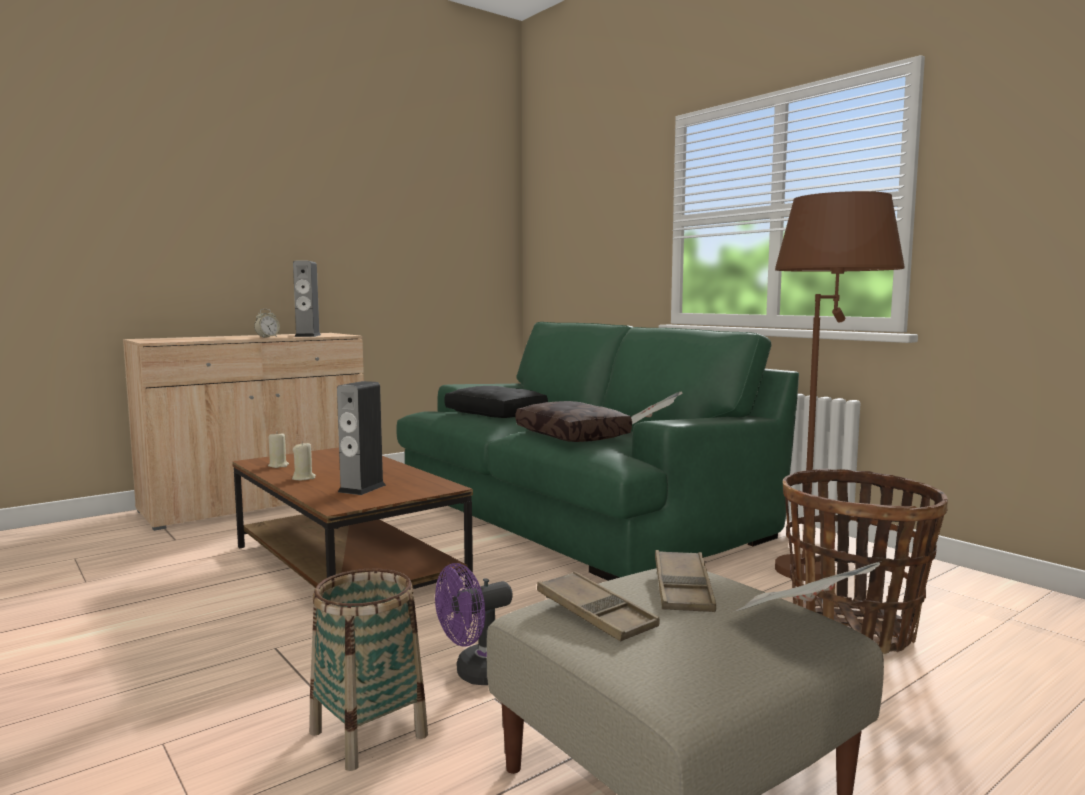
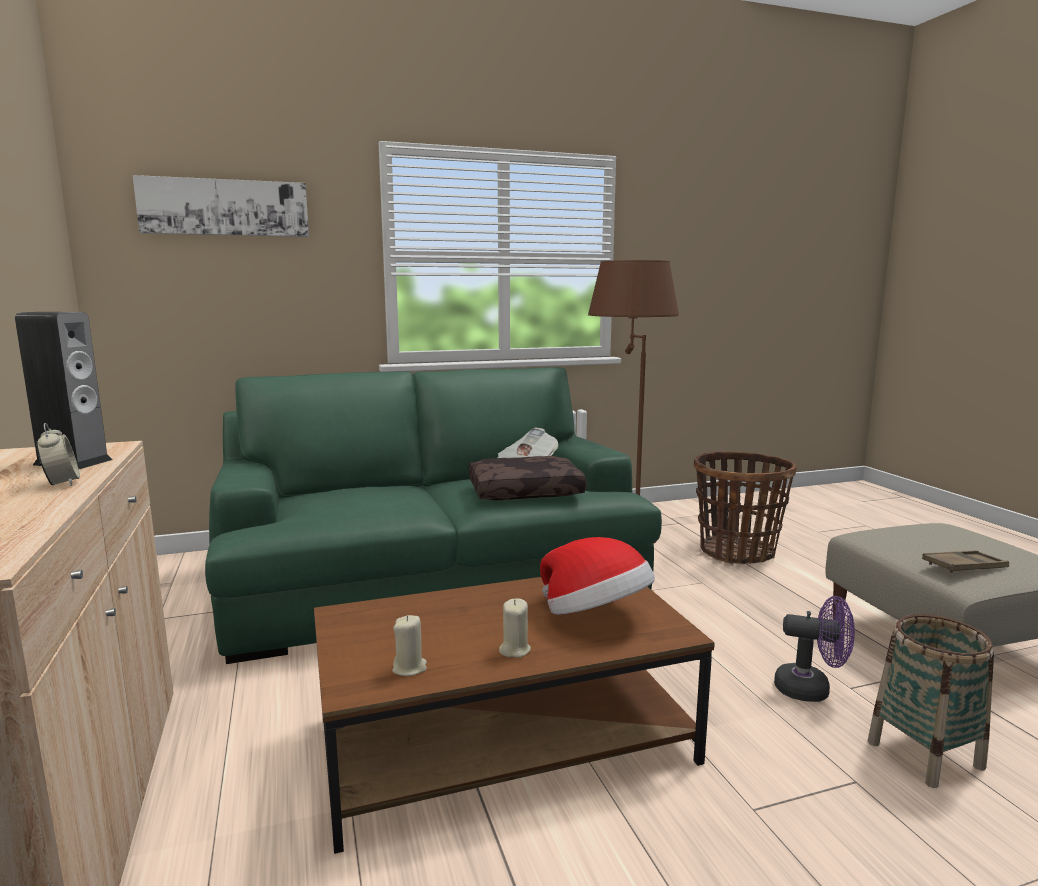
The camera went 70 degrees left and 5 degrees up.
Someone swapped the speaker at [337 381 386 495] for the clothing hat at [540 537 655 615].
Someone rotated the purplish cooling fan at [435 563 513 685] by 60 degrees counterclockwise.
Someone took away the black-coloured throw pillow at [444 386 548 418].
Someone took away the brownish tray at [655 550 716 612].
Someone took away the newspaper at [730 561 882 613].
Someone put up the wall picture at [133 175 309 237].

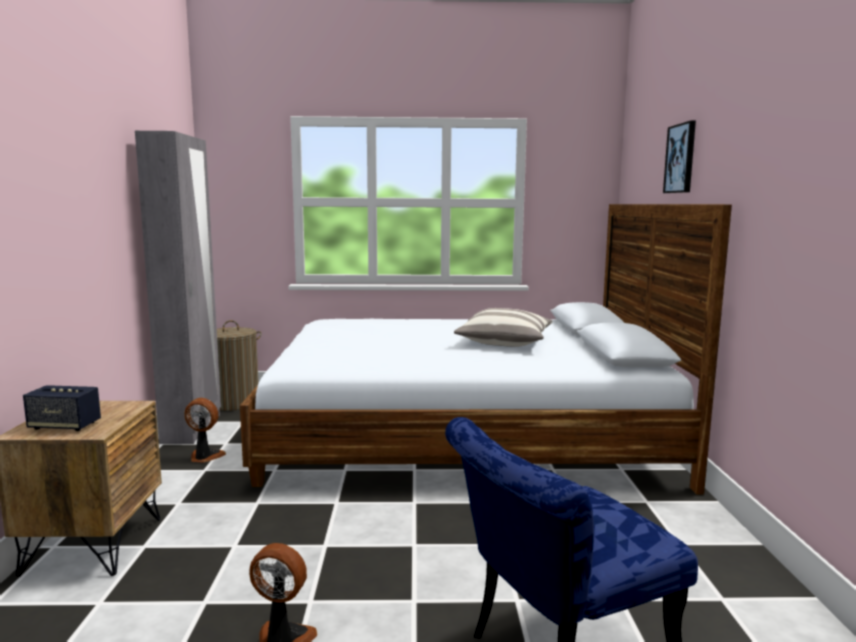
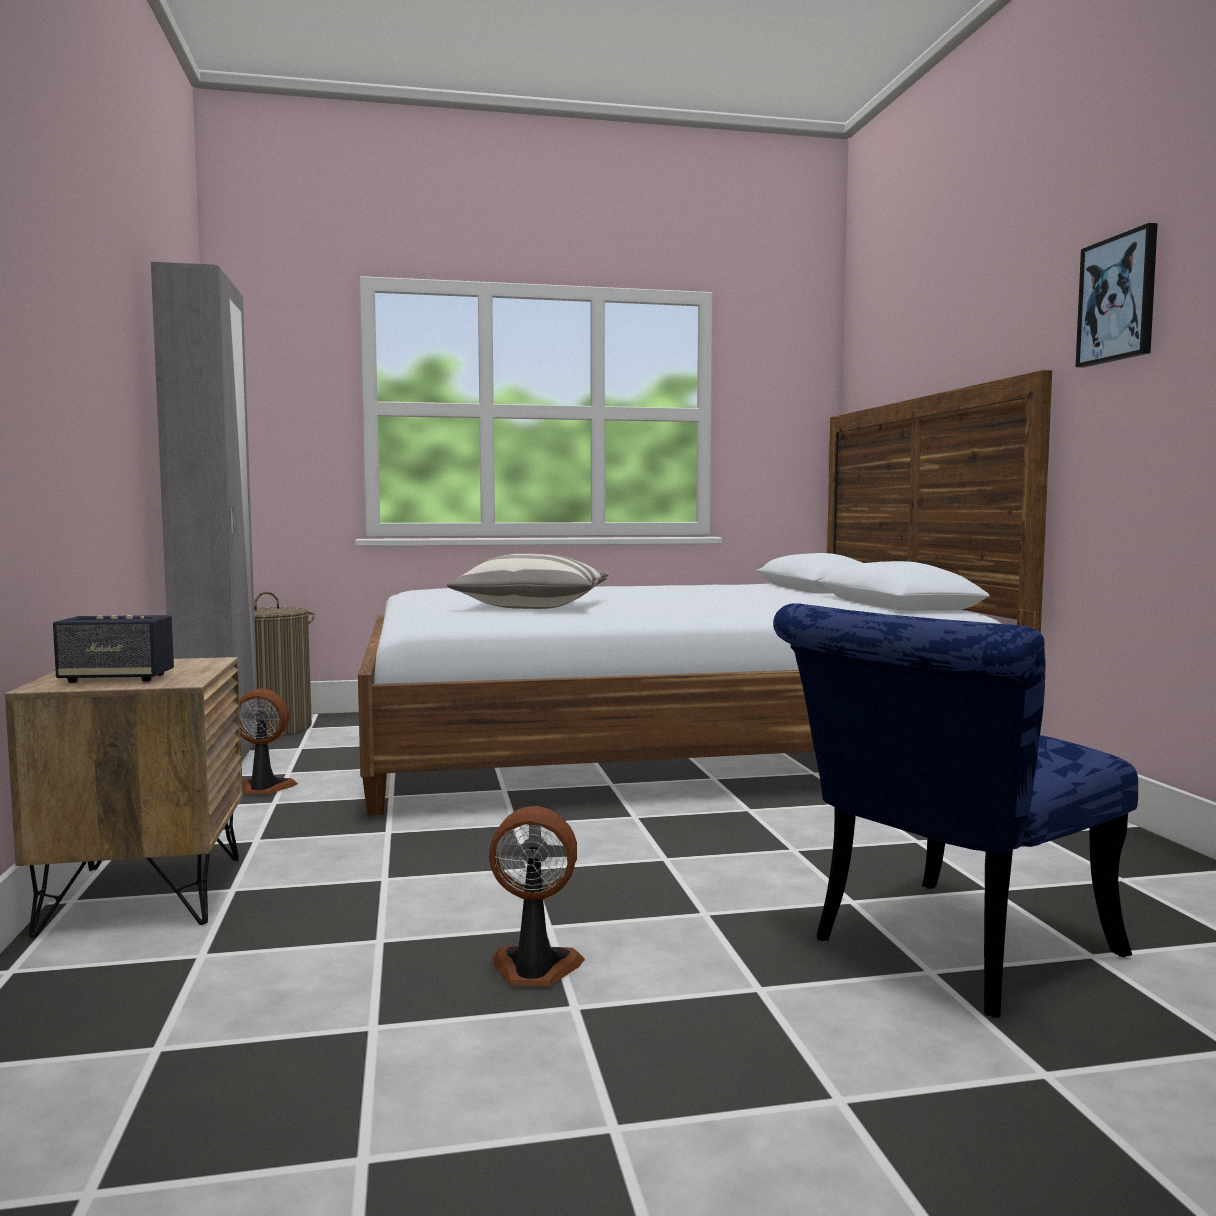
The camera went 10 degrees left and 5 degrees down.
Someone carried the throw pillow from [454 308 553 347] to [447 554 609 609].
Someone carried the wall picture from [663 121 696 193] to [1076 223 1158 367].

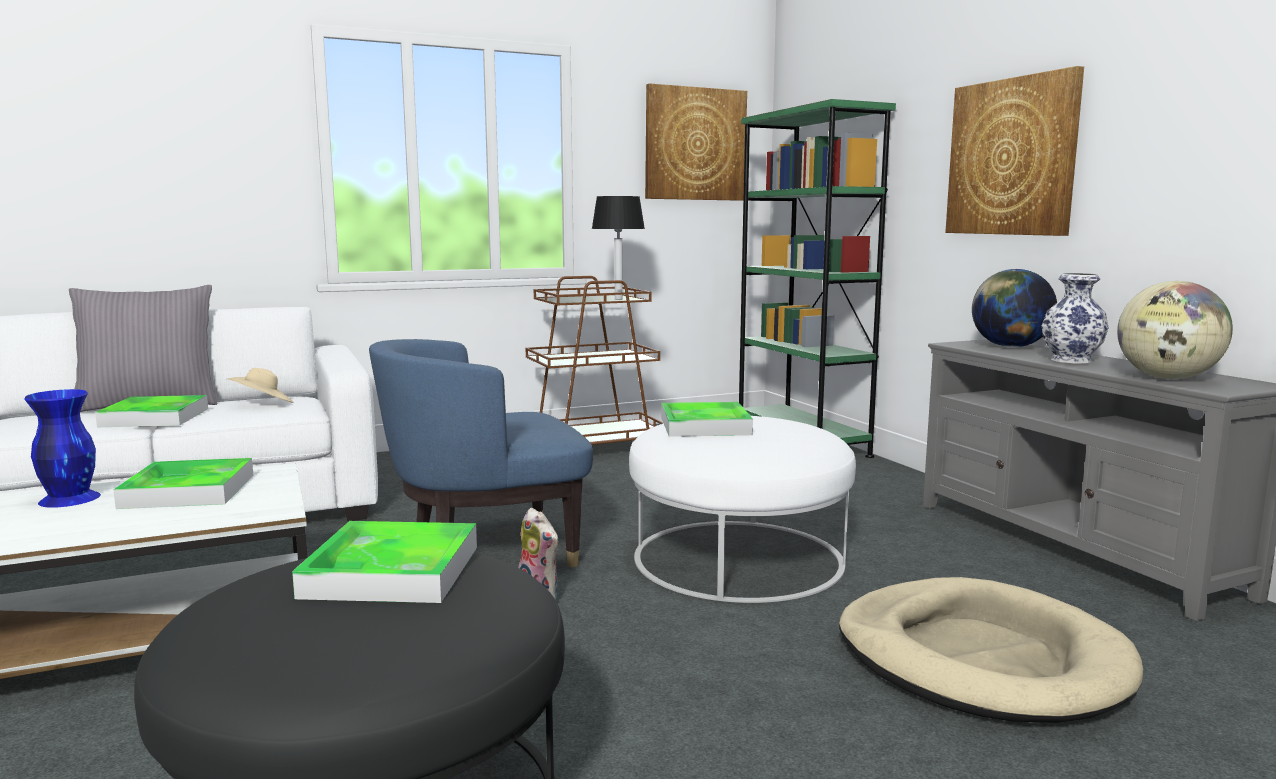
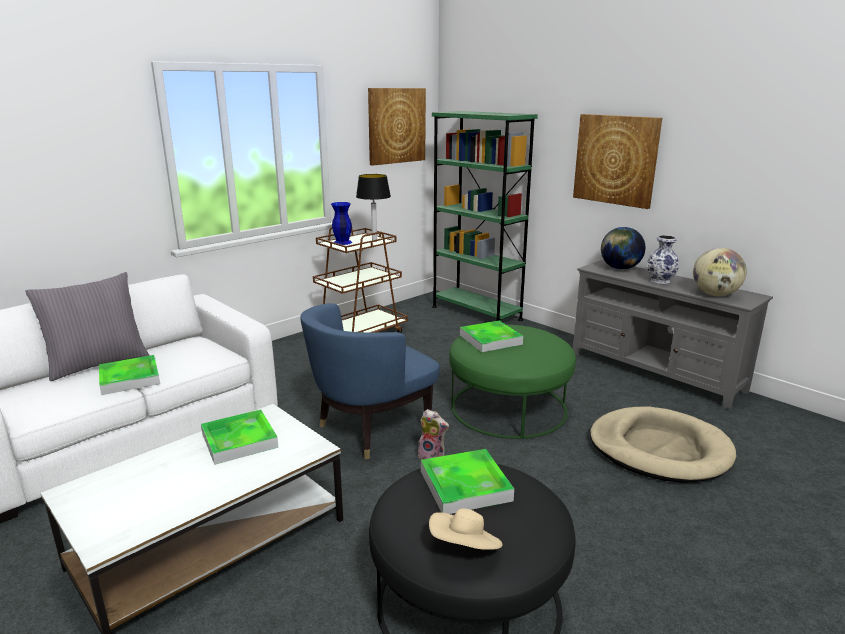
The camera went 20 degrees left and 10 degrees up.
Someone carried the bluish vase from [24 389 101 508] to [331 202 352 245].
Someone carried the sand-coloured clothing hat from [228 368 294 403] to [429 508 503 550].
Someone repainted the whitish footrest at [629 416 856 603], which became the green-coloured footrest at [449 325 576 439].

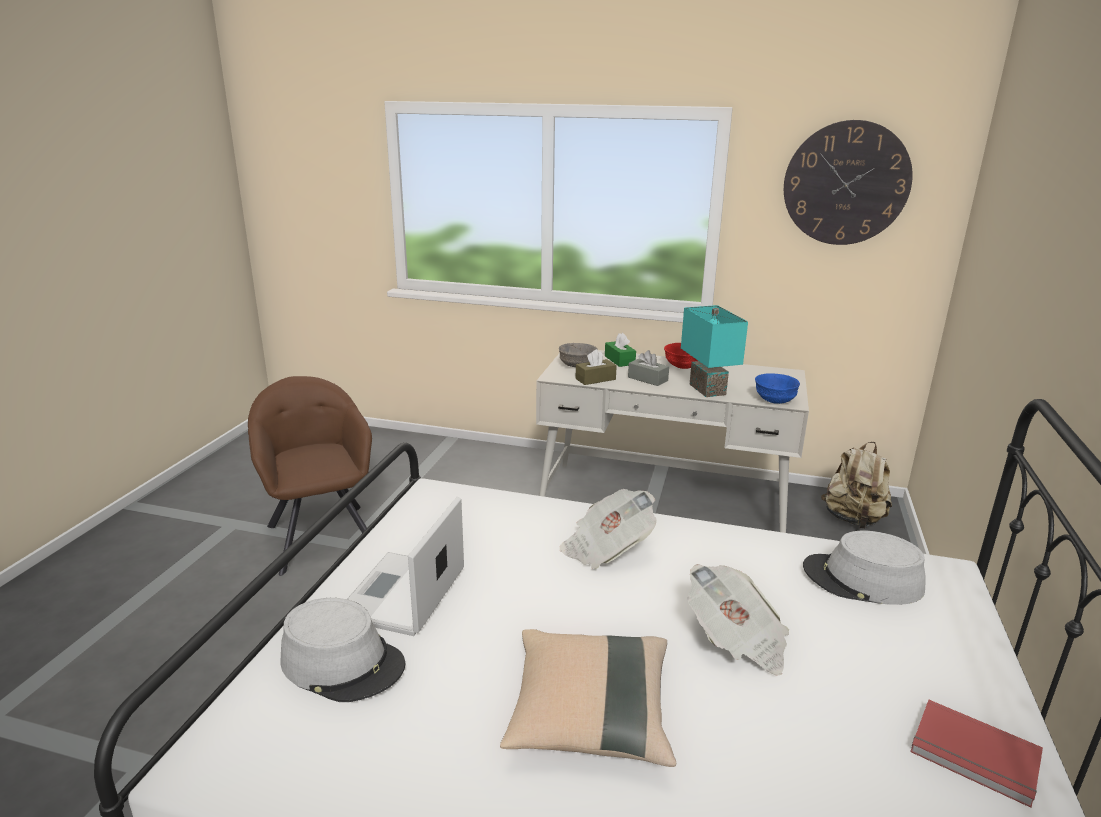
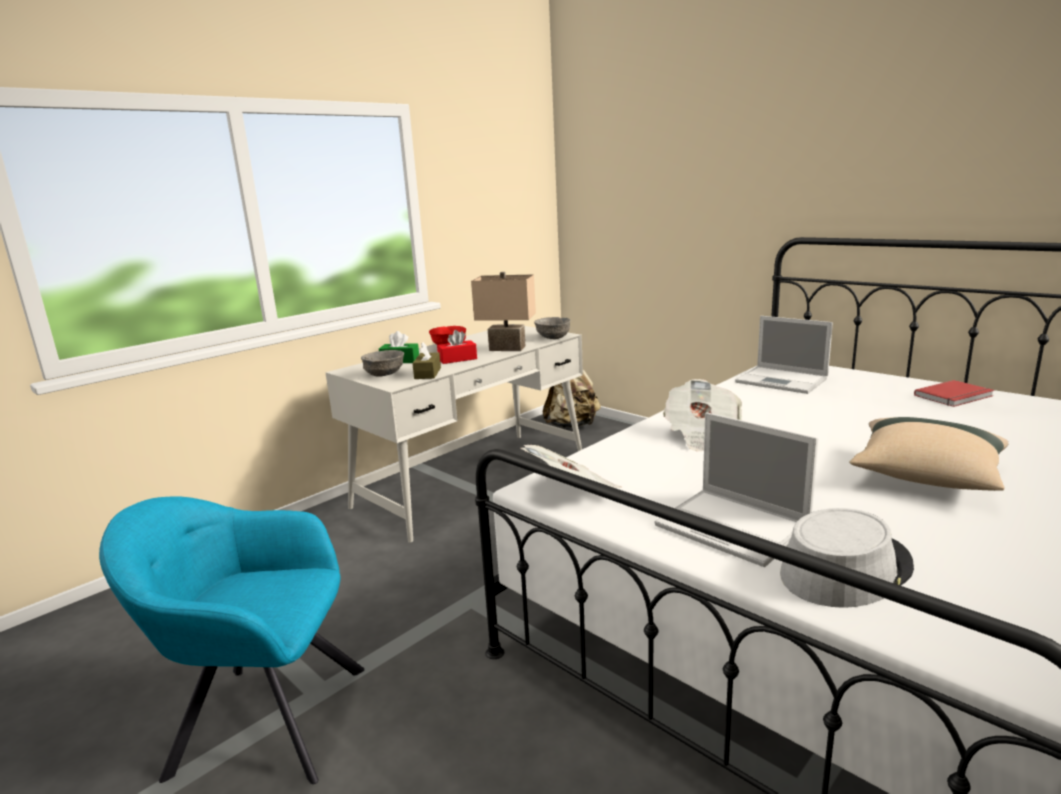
The camera went 60 degrees left and 5 degrees down.
Someone repainted the brownish lounge chair at [248 376 372 576], which became the turquoise-coloured lounge chair at [99 496 365 784].
Someone repainted the greyish box of tissues at [628 350 669 386], which became the red box of tissues at [437 330 477 364].
Someone repainted the turquoise-coloured lamp for a table at [681 305 748 397], which became the sand-coloured lamp for a table at [471 272 536 351].
Someone carried the newspaper from [687 564 789 676] to [520 445 622 488].
Someone repainted the bluish bowl at [755 373 800 404], which became the greyish bowl at [534 317 570 339].
Someone took away the clock on the wall at [784 120 913 245].
Someone swapped the greyish clothing hat at [803 531 925 605] for the notebook computer at [735 316 833 394].

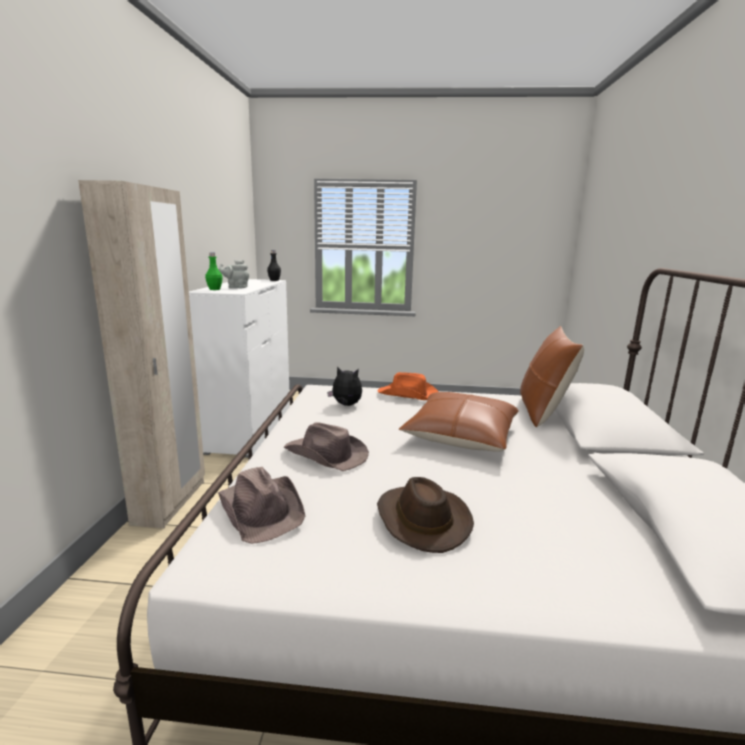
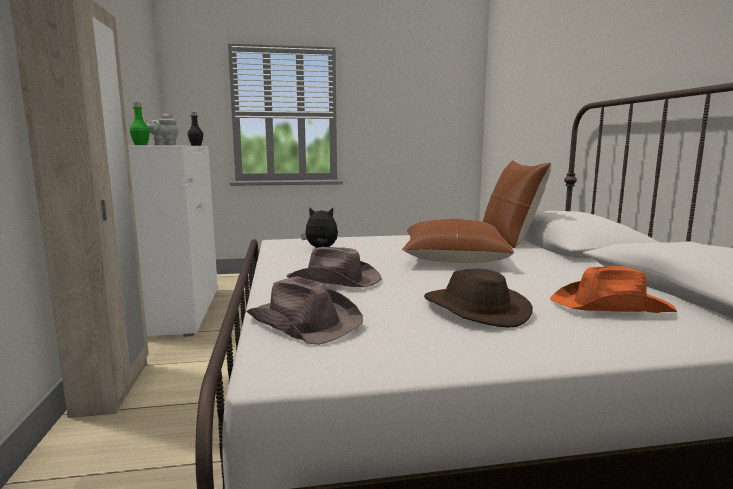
The camera went 15 degrees left and 5 degrees down.
Someone carried the orangey clothing hat from [377 372 439 400] to [550 266 677 313].

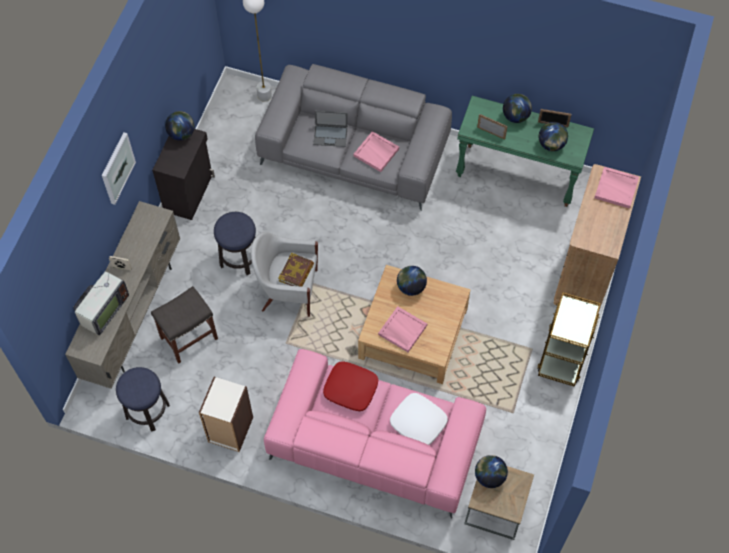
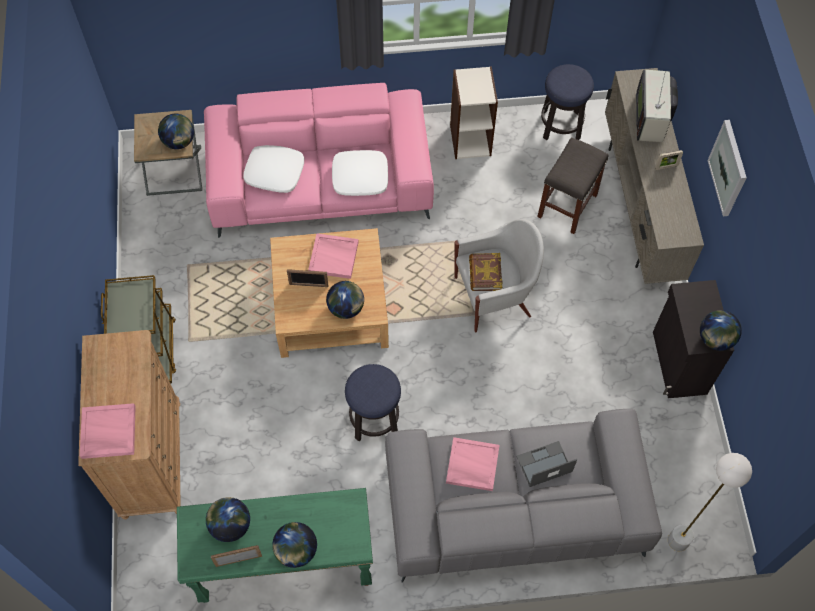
The camera went 155 degrees right and 0 degrees up.
Someone carried the sitting stool from [214 212 256 275] to [345 364 401 442].
Someone repainted the red throw pillow at [323 361 378 411], which became the whitish throw pillow at [332 150 388 196].
Someone carried the standing frame from [477 114 508 140] to [287 269 328 287].

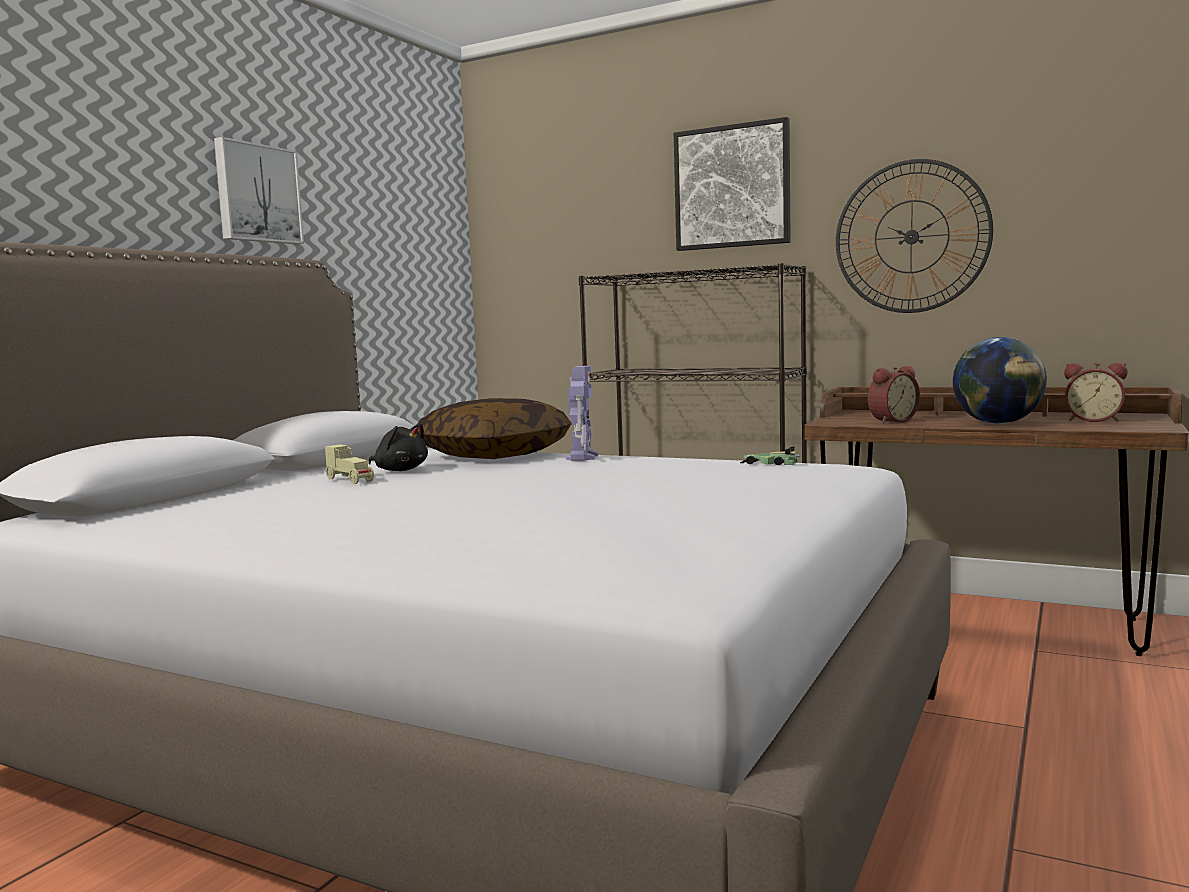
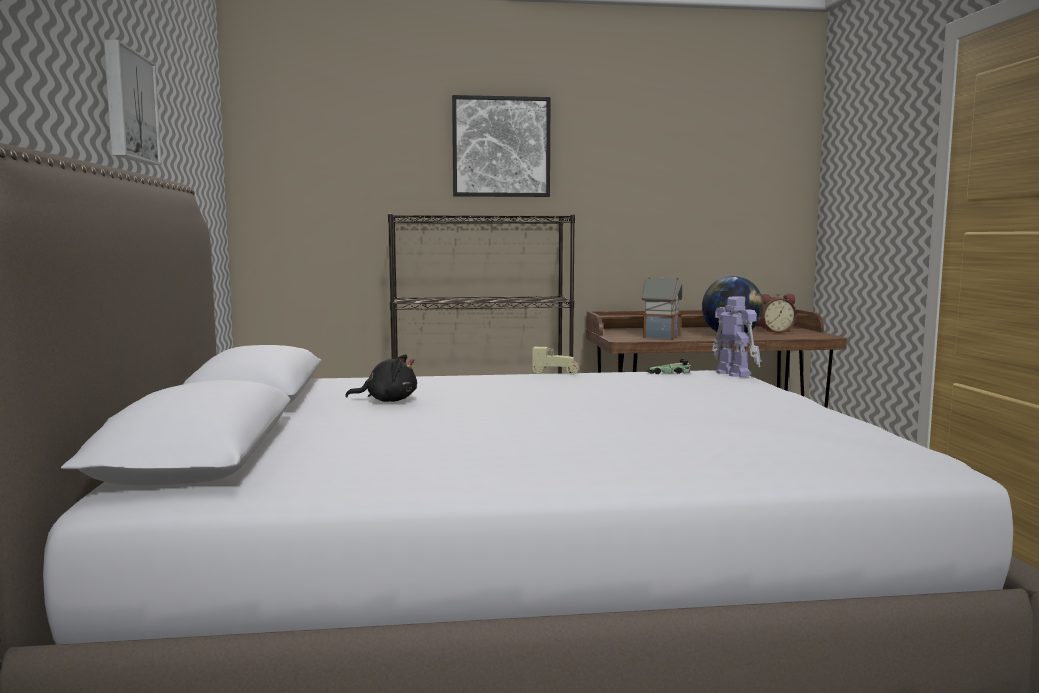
The camera went 35 degrees left and 0 degrees up.
Someone carried the sand-coloured model car from [325 444 374 484] to [532 347 579 375].
Someone took away the throw pillow at [417 398 572 459].
Someone carried the model robot from [566 366 599 461] to [712 296 761 377].
Someone took away the clock on the wall at [836 159 993 313].
Someone swapped the table clock at [868 366 920 424] for the toy house at [641 276 683 340].

